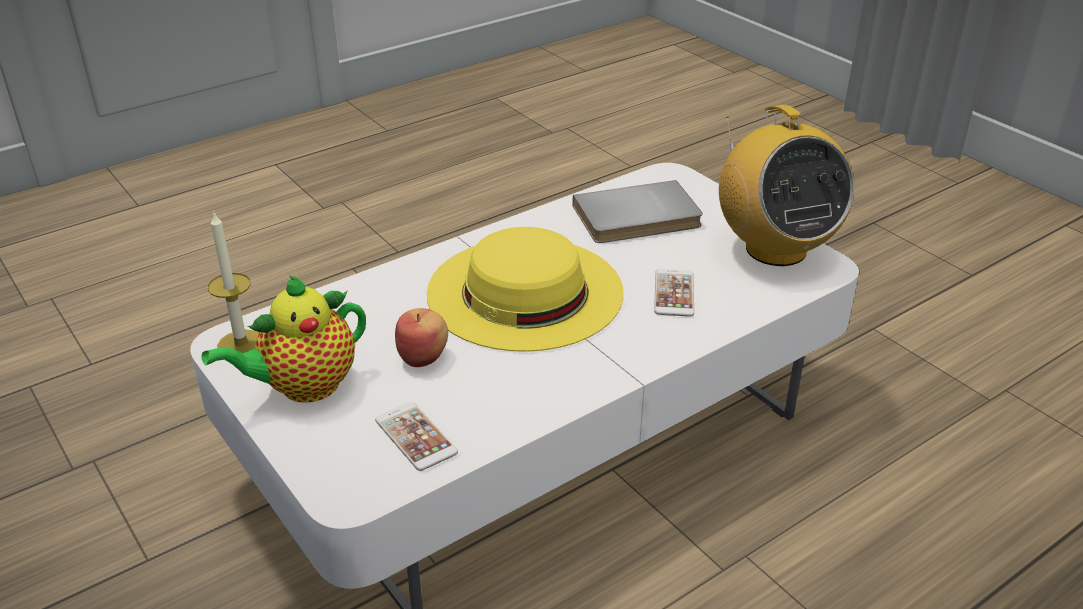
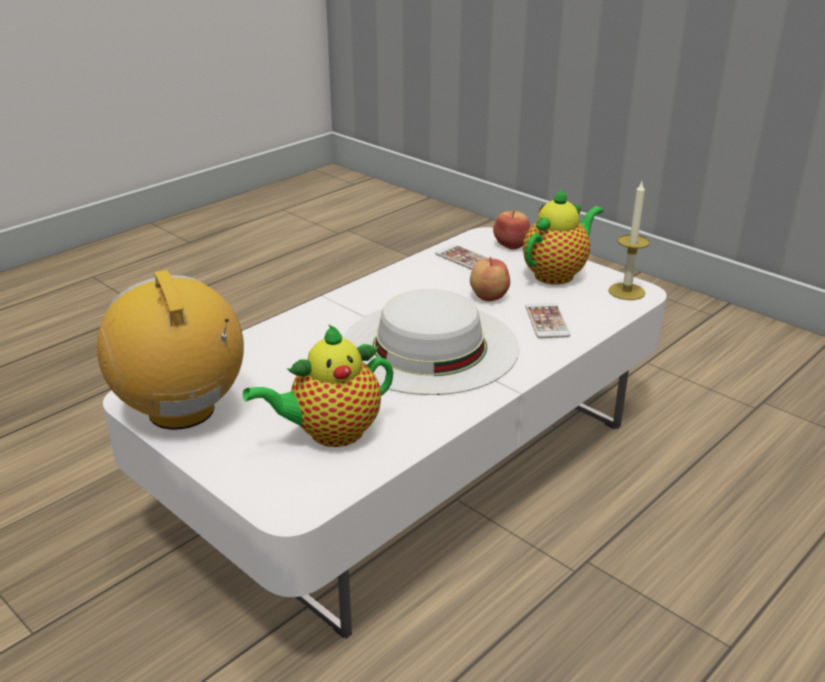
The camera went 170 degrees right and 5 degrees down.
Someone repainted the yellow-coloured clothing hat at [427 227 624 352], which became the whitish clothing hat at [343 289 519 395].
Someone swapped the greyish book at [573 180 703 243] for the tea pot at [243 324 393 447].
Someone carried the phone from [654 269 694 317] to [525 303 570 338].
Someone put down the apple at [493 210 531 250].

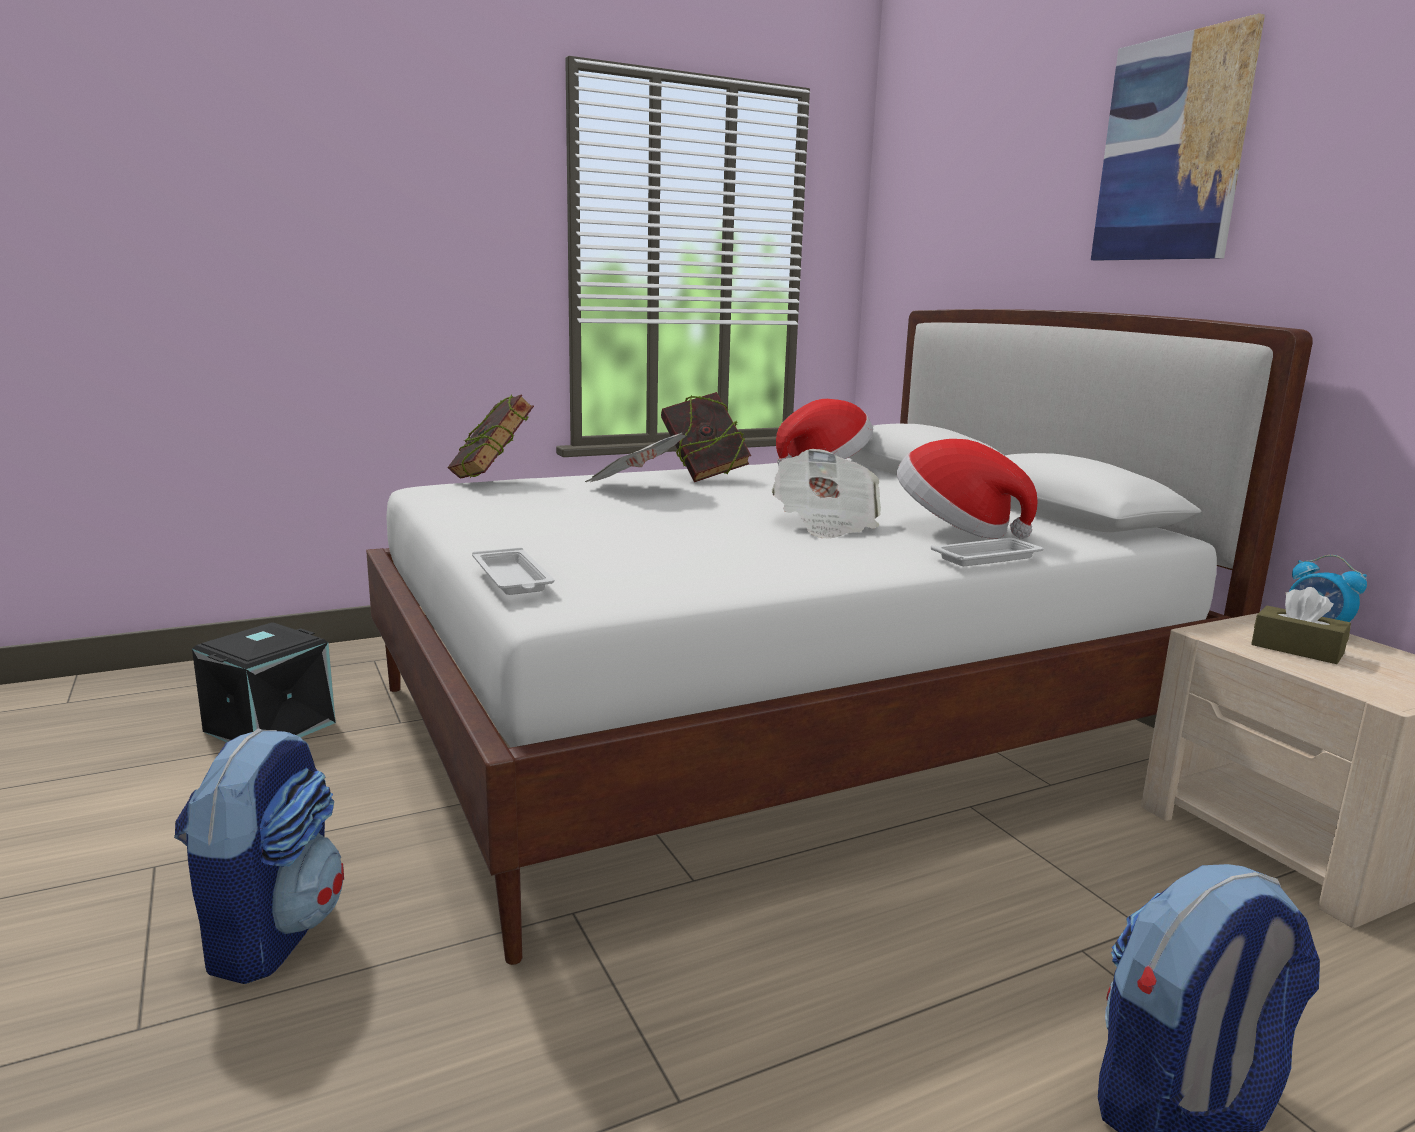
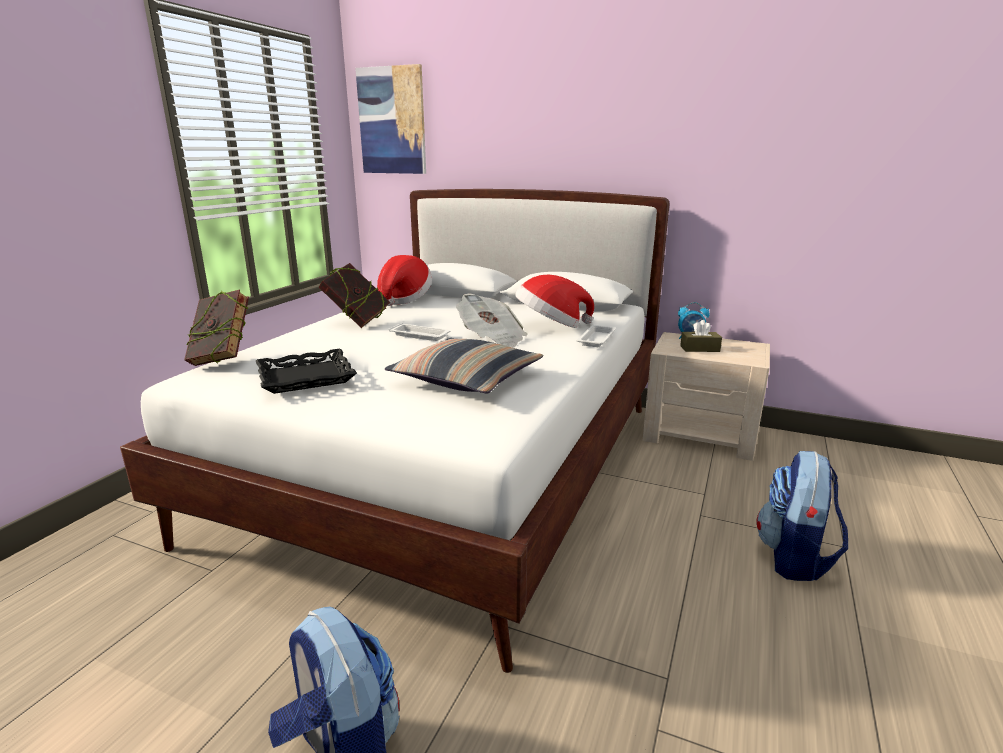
The camera went 40 degrees left and 5 degrees up.
Someone took away the black-coloured storage bin at [192 622 336 742].
Someone carried the whitish tray from [472 547 554 595] to [388 323 451 341].
Someone took away the newspaper at [585 433 685 482].
Someone carried the wall picture from [1091 13 1265 260] to [355 64 426 174].
Someone put down the black-coloured tray at [256 349 357 394].
Someone put down the throw pillow at [384 338 543 393].

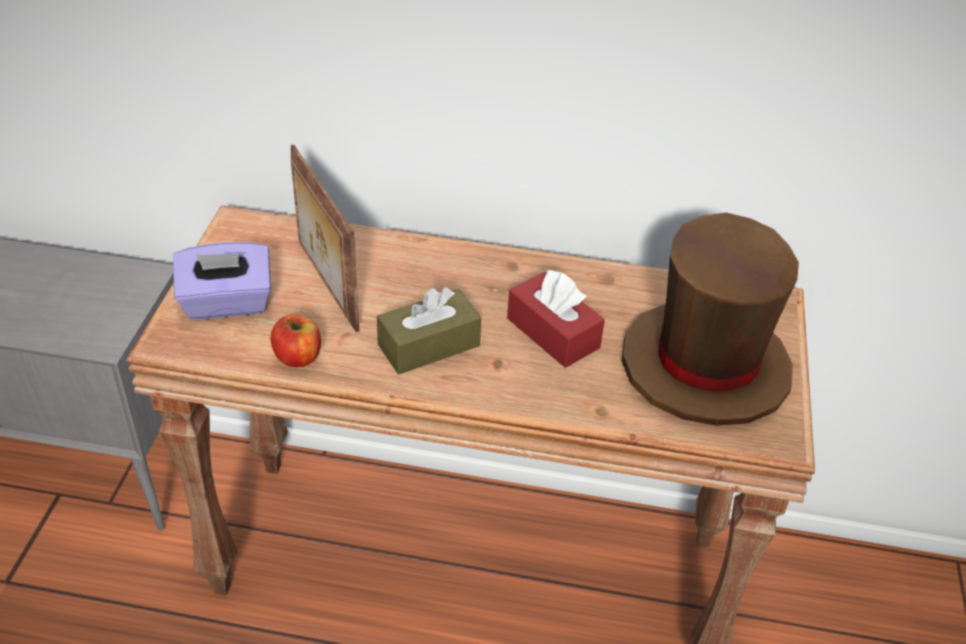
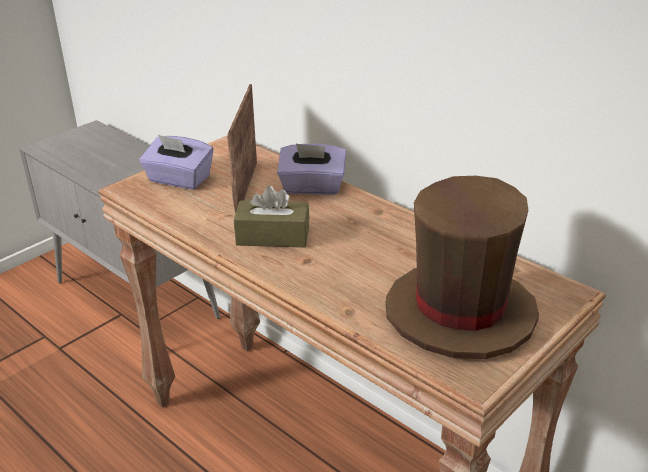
The camera went 35 degrees right and 10 degrees down.
Someone took away the apple at [271 314 321 367].
Someone took away the red box of tissues at [507 269 605 368].
Someone put down the purplish box of tissues at [277 143 346 195].

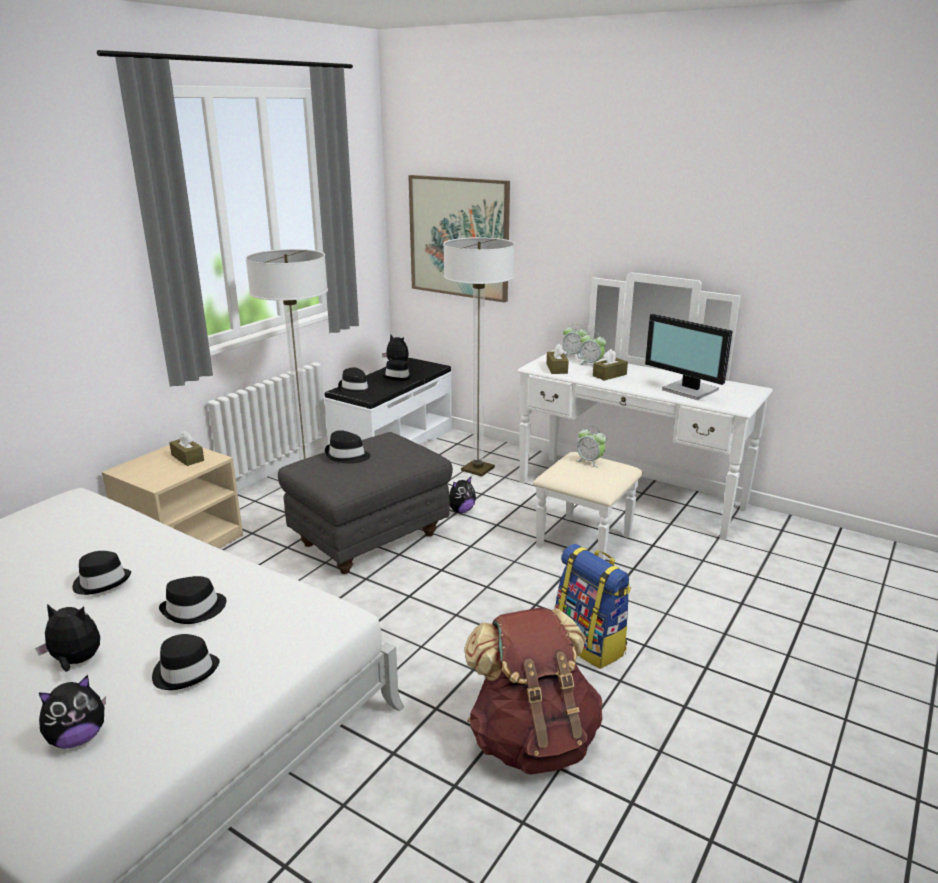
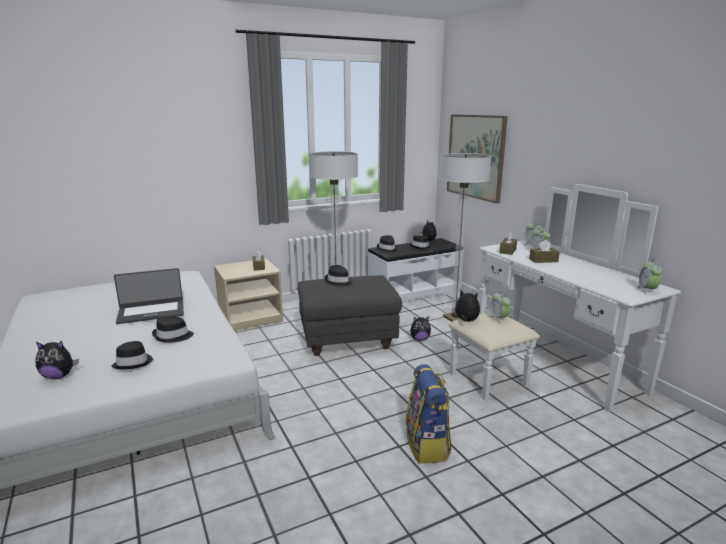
The camera went 30 degrees right and 5 degrees down.
Someone carried the soft toy from [35 604 100 672] to [451 290 480 322].
Someone swapped the black-coloured clothing hat at [72 551 131 595] for the notebook computer at [114 268 184 324].
Someone took away the brownish rucksack at [464 608 603 775].
Someone took away the computer display at [645 314 732 400].
Someone put down the table clock at [637 260 662 294].

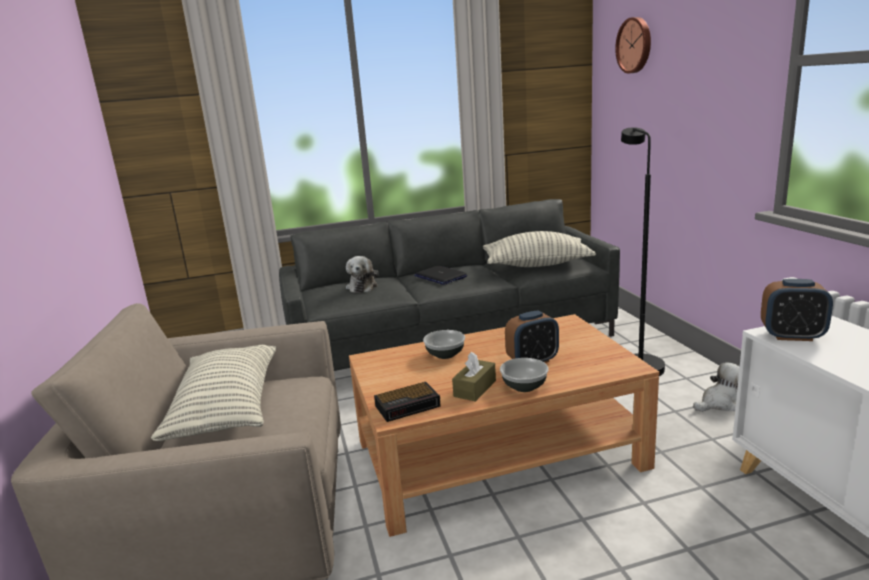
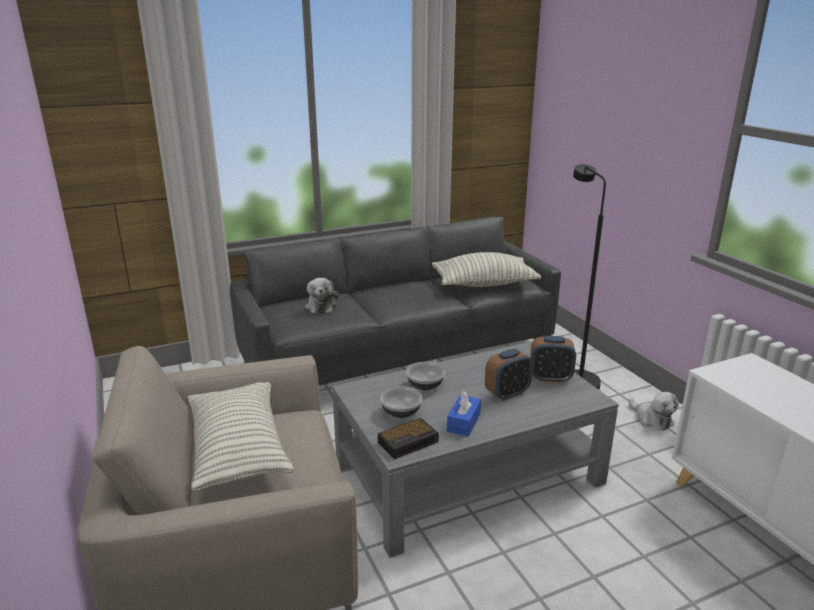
The camera went 10 degrees left and 5 degrees up.
Someone repainted the brownish low table at [349 314 659 537], which became the greyish low table at [332 341 619 558].
Someone took away the notebook computer at [414 265 467 285].
Someone repainted the brownish box of tissues at [452 352 496 402], which became the bluish box of tissues at [447 391 481 436].
Someone carried the bowl from [500 358 549 392] to [380 386 422 418].
Someone took away the clock on the wall at [615 17 651 73].
Someone rotated the soft toy at [693 362 740 412] by 90 degrees clockwise.
Someone carried the table clock from [761 279 833 341] to [530 336 576 383].

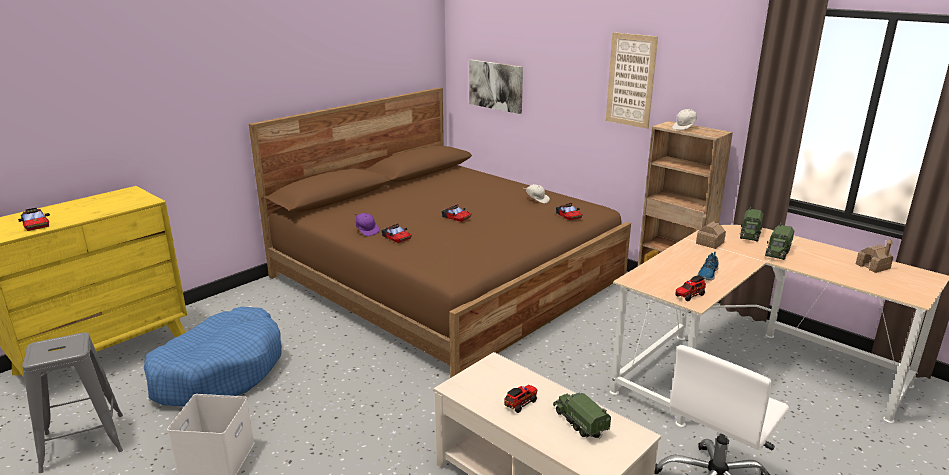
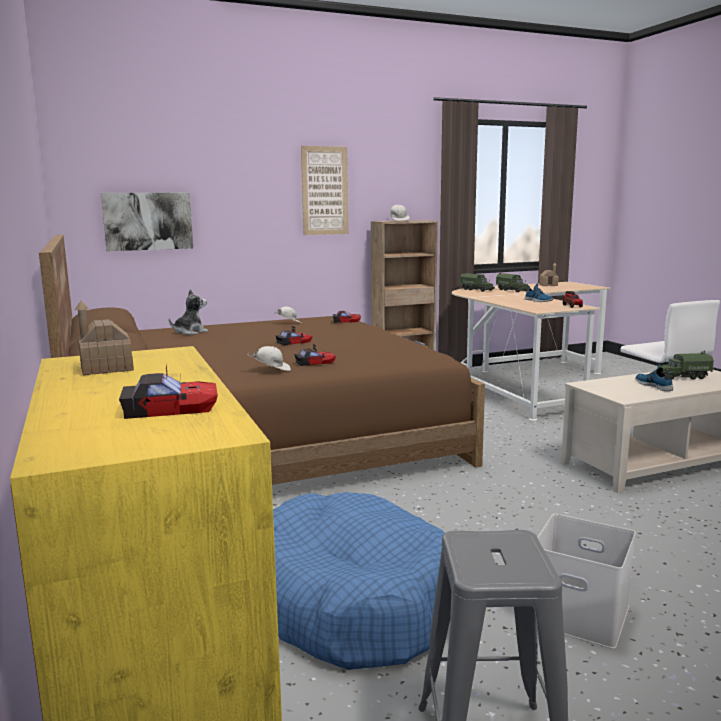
The camera went 65 degrees left and 10 degrees down.
Someone repainted the purplish cap at [355 213 379 236], which became the whitish cap at [247 346 291 371].
Someone swapped the model truck at [504 385 538 413] for the item of footwear at [635 364 673 391].
Someone carried the toy house from [696 213 726 249] to [75 301 134 375].
Someone put down the soft toy at [169 289 208 335].

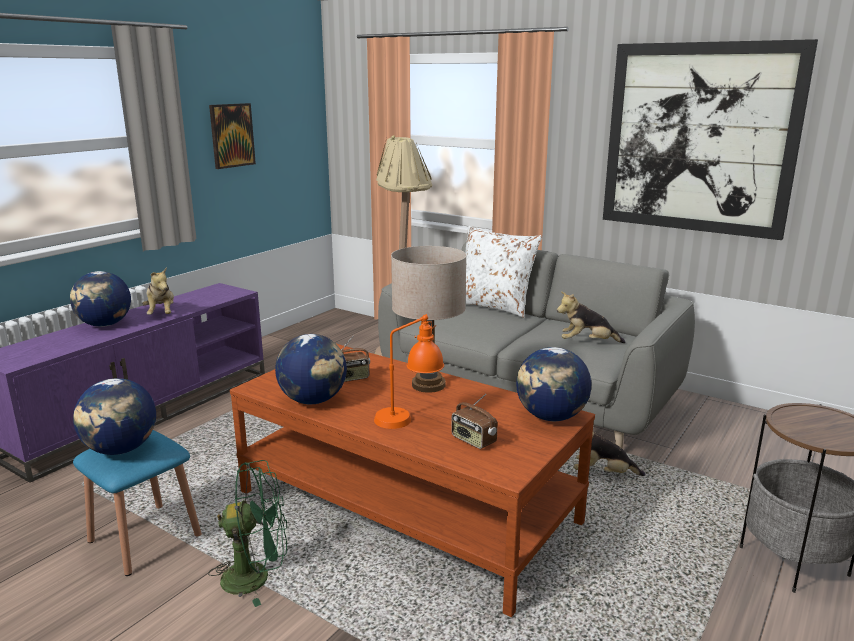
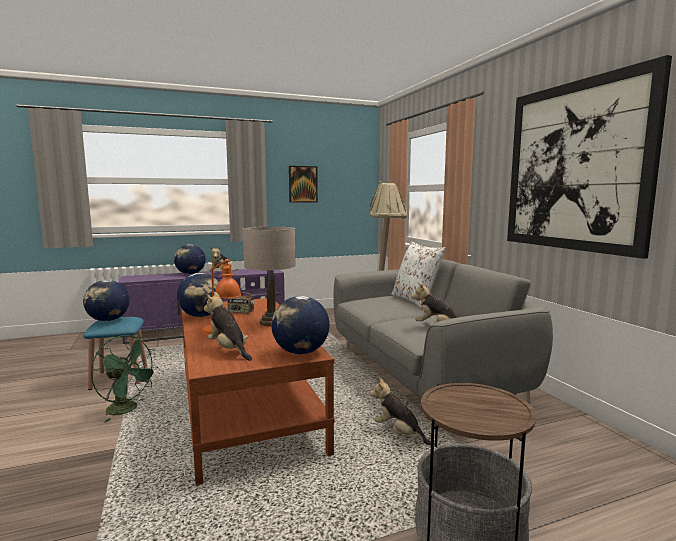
The camera went 35 degrees right and 10 degrees down.
Someone swapped the radio at [451 394 498 449] for the soft toy at [204 292 252 361].

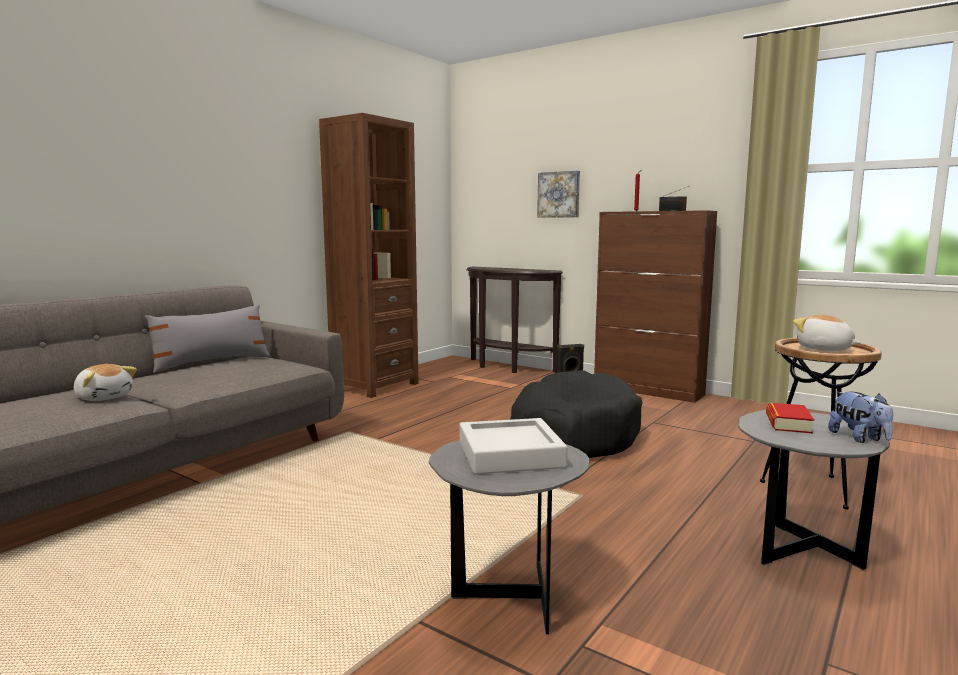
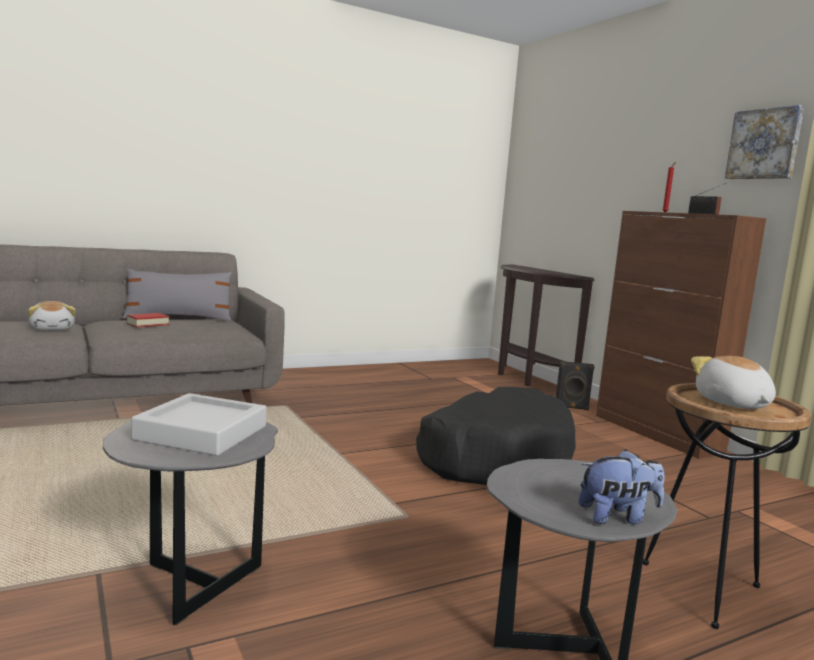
The camera went 25 degrees right and 0 degrees up.
Someone took away the brownish bookshelf at [319 113 419 398].
Someone carried the wall picture from [537 171 580 218] to [725 105 804 179].
Someone carried the book from [766 403 814 433] to [126 313 169 327].
Someone rotated the soft toy at [828 392 893 443] by 105 degrees counterclockwise.

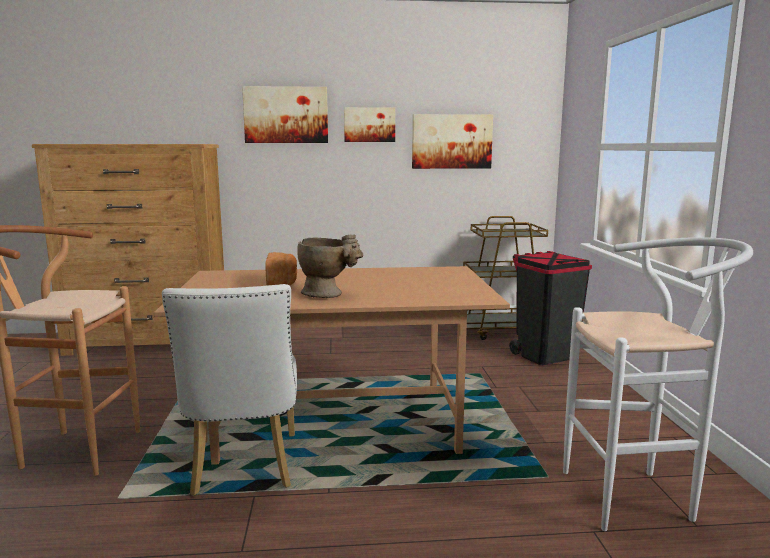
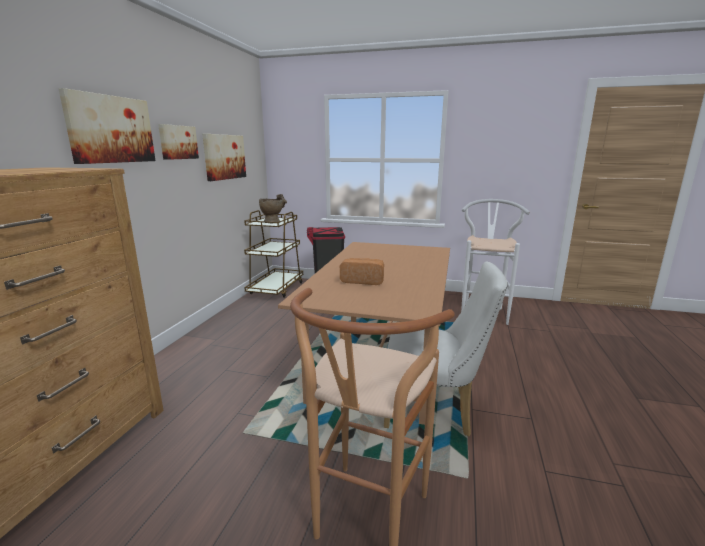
The camera went 70 degrees left and 5 degrees up.
Someone carried the sand-coloured vase from [297 234 363 298] to [259 194 287 223].

